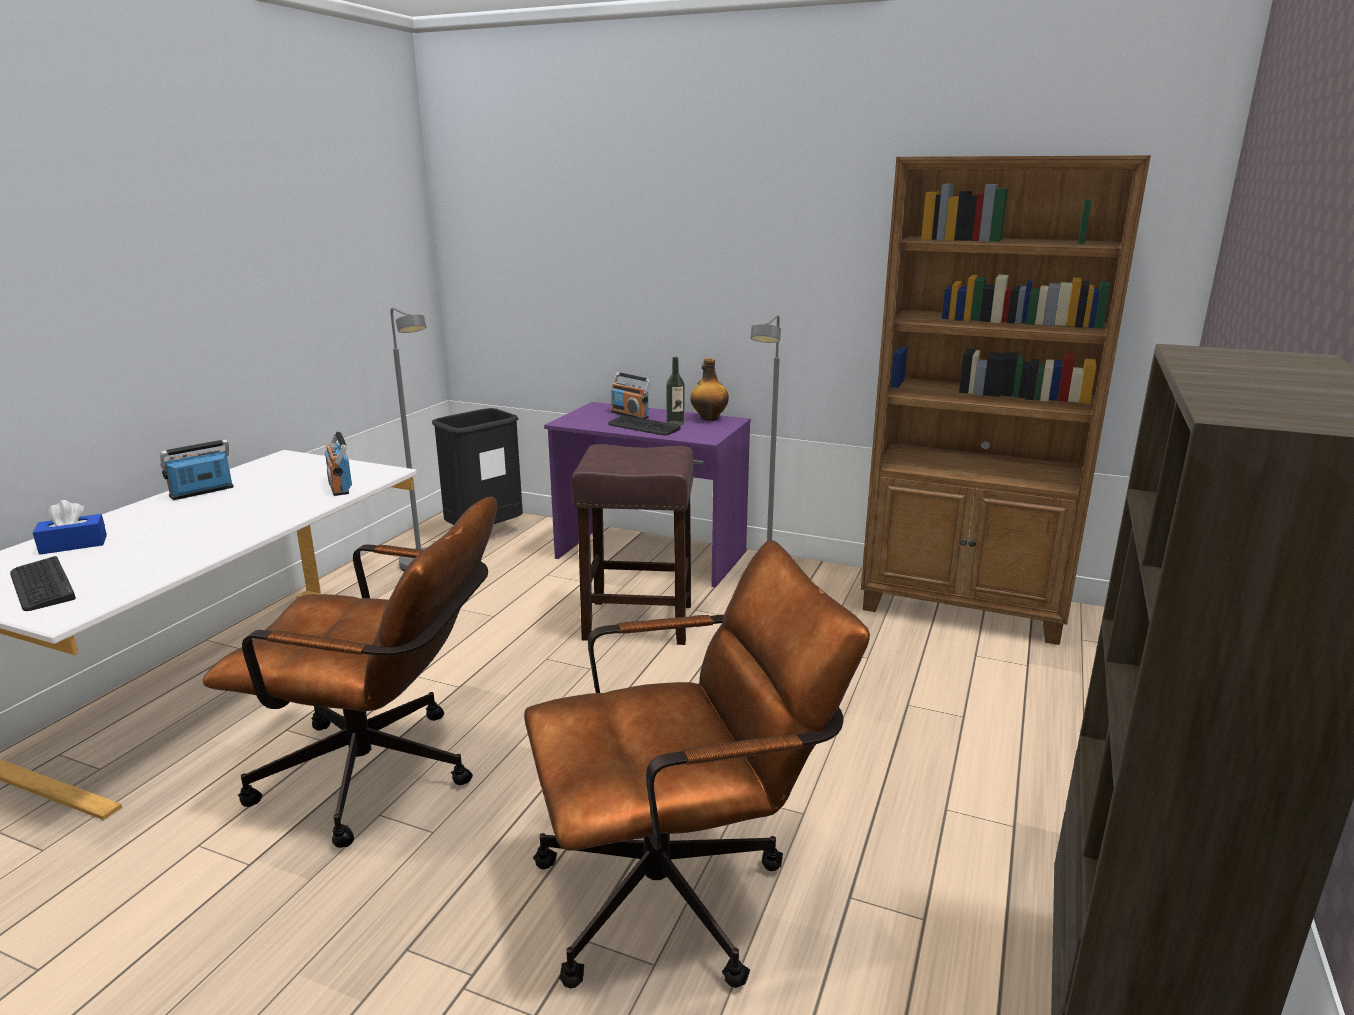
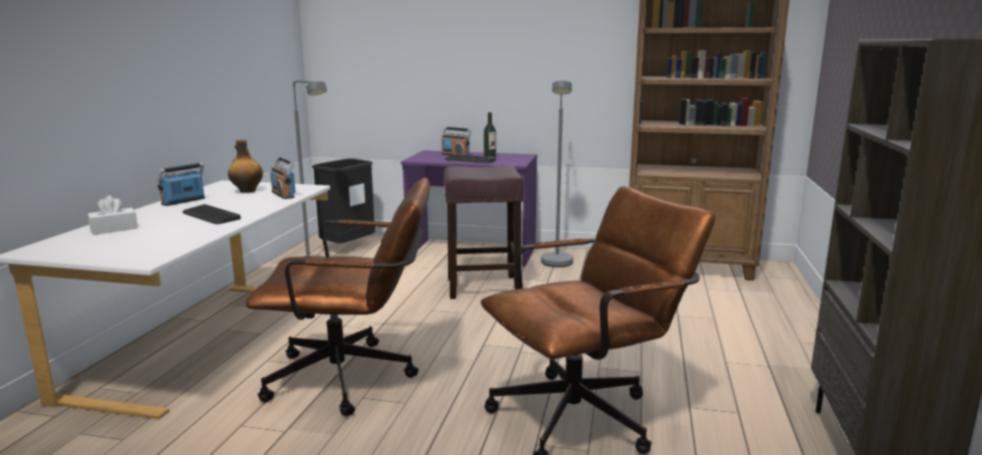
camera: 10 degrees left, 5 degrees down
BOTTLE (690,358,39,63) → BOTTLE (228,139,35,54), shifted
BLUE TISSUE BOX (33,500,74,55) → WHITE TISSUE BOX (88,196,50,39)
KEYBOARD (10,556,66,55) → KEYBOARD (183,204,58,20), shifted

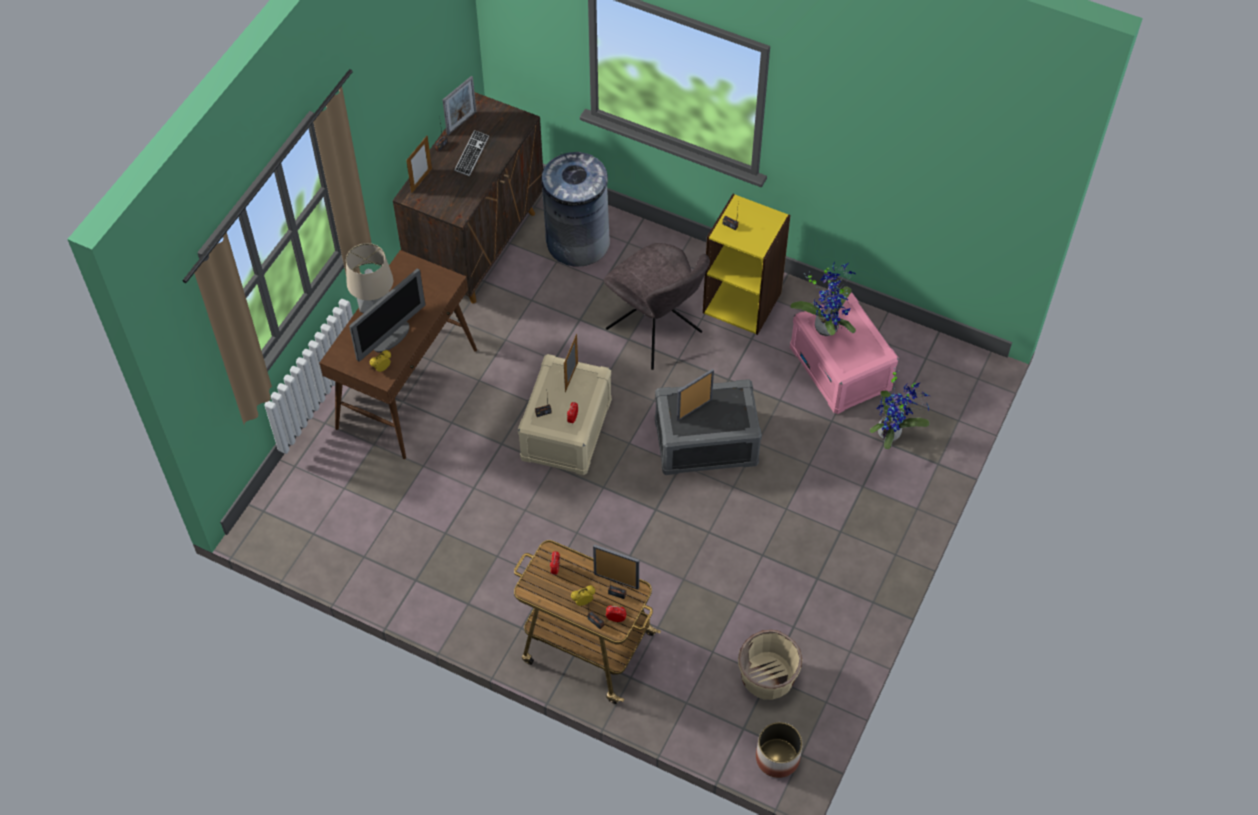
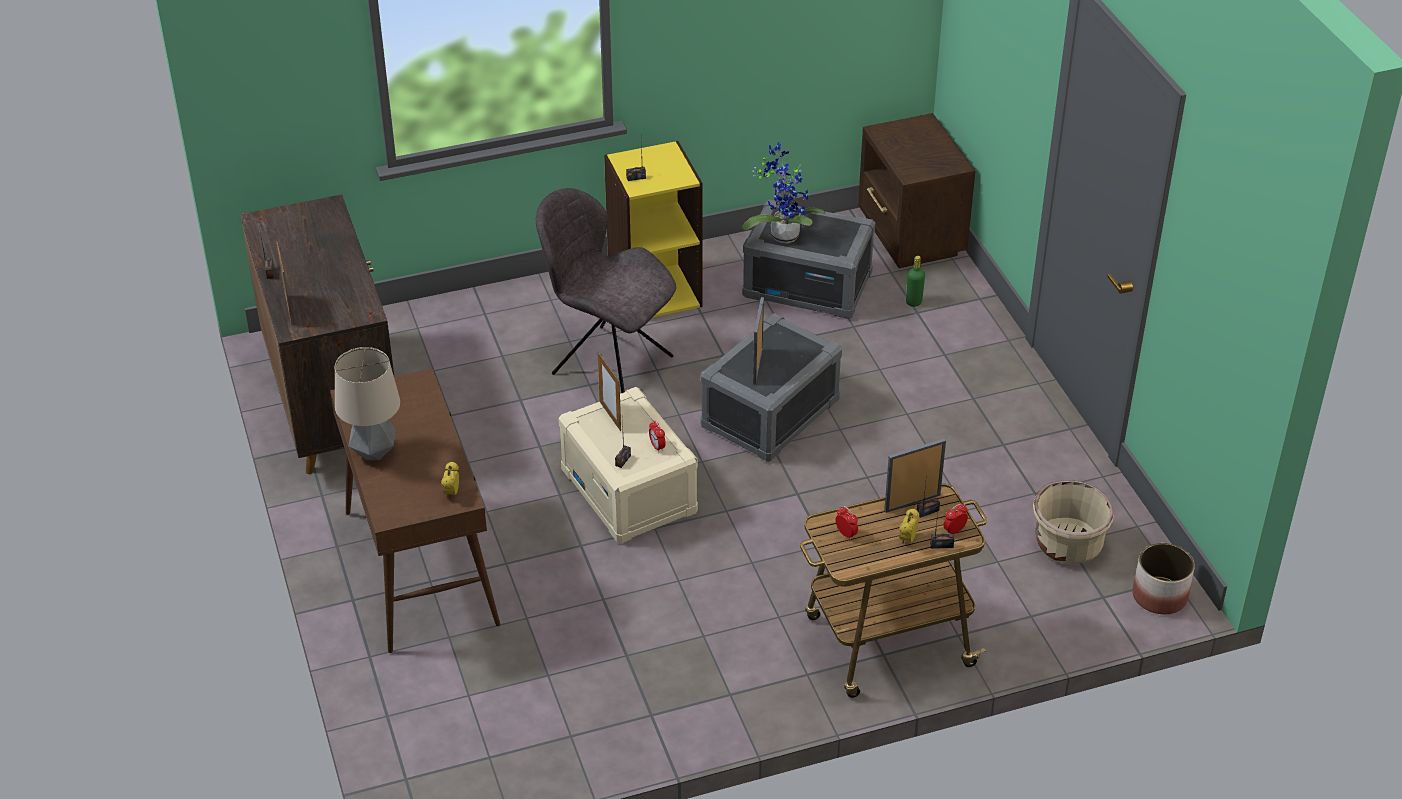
camera: 45 degrees left, 15 degrees down
PICTURE FRAME (442,76,34,59) → -
KEYBOARD (454,130,35,46) → -
GREY TRASH CAN (541,152,69,115) → -
GREY CHAIR (603,243,107,127) → GREY CHAIR (536,188,140,205), 150 degrees counterclockwise
MONITOR (349,268,77,94) → -
PINK STORAGE BOX (790,293,109,121) → GREY STORAGE BOX (742,200,133,119)
POTTED PLANT (870,367,60,82) → GREEN BOTTLE (906,256,19,51)
- → BROWN NIGHTSTAND (858,113,117,155)

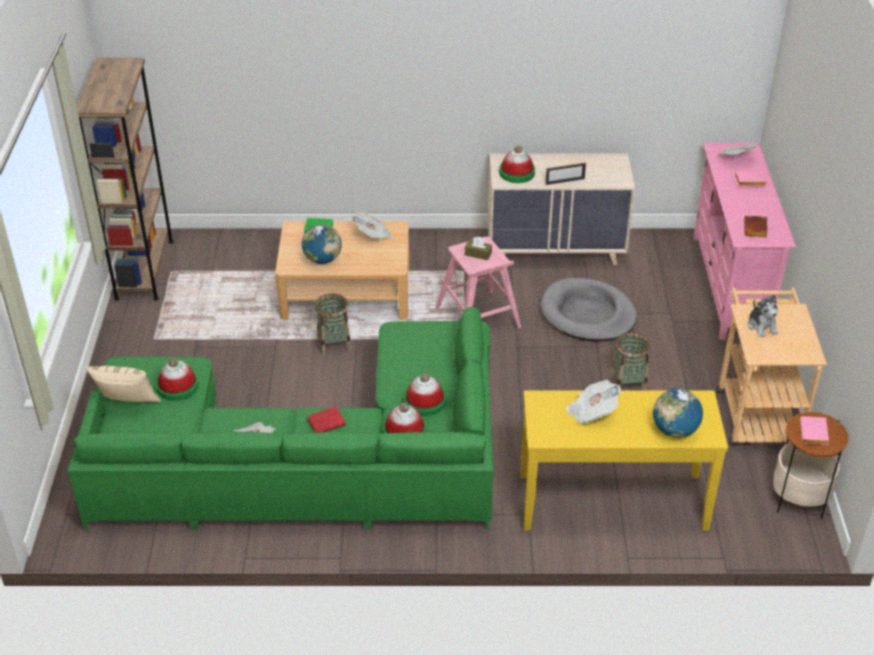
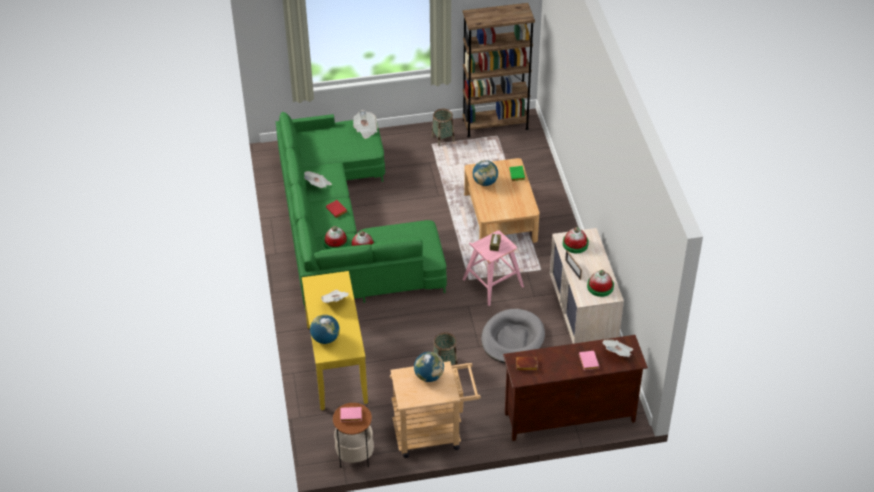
camera: 80 degrees right, 5 degrees up
PINK TV STAND (693,143,103,197) → BROWN TV STAND (503,335,145,106)
NEWSPAPER (351,212,43,28) → NEWSPAPER (353,110,25,29), shifted
BASKET (315,293,37,63) → BASKET (432,109,23,37), shifted
PLUSH TOY (748,294,30,44) → GLOBE (414,352,30,30)
HAT (156,358,43,43) → HAT (587,270,27,27), shifted
BEIGE PILLOW (86,366,75,36) → -

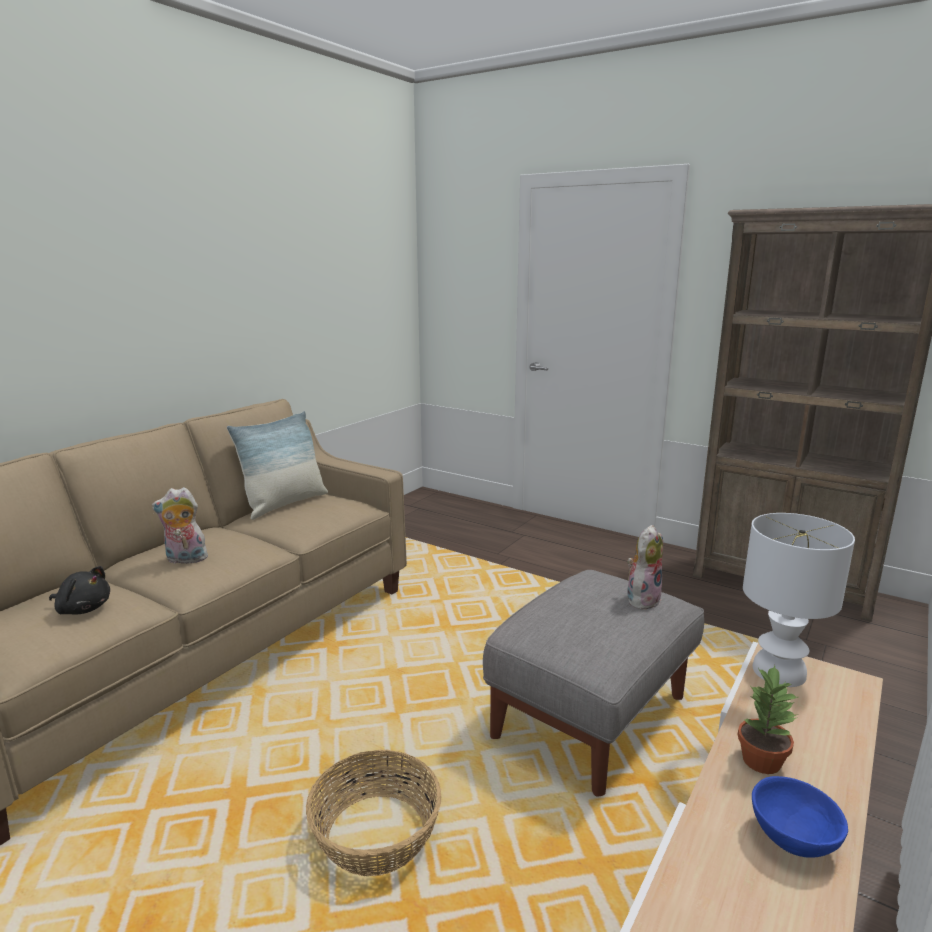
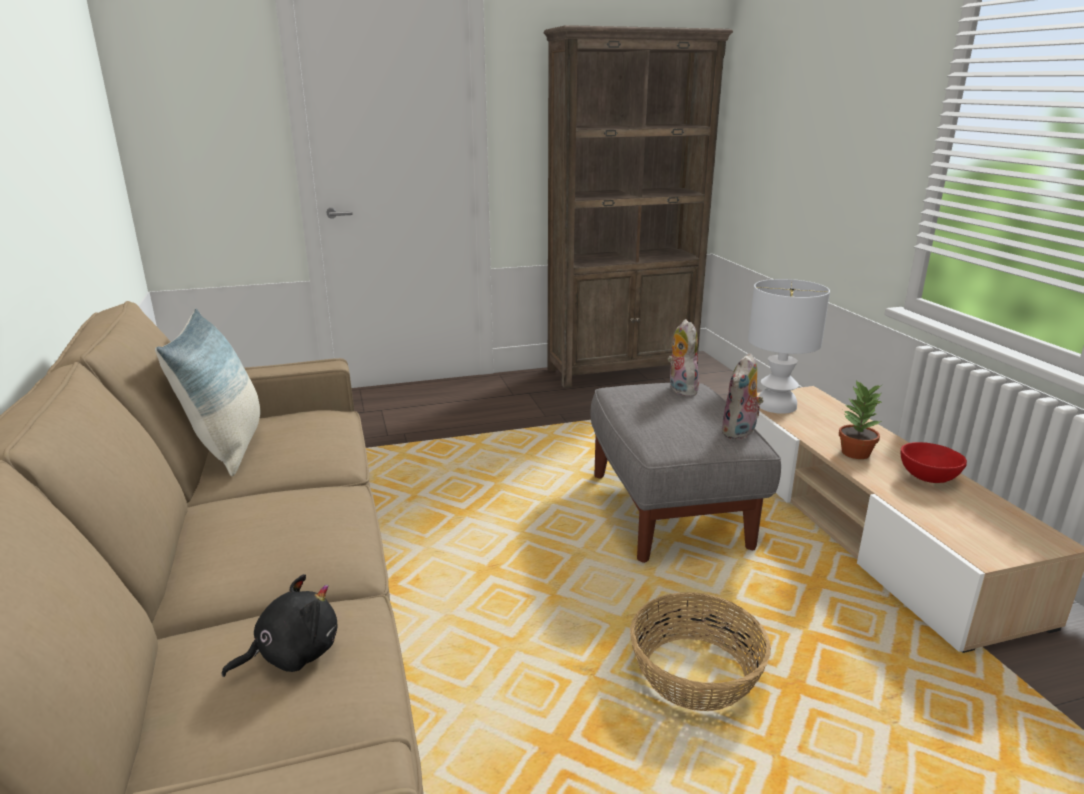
camera: 50 degrees left, 5 degrees up
PLUSH TOY (152,487,58,77) → PLUSH TOY (722,353,42,87), shifted
BLUE BOWL (752,776,96,82) → RED BOWL (901,442,66,41)

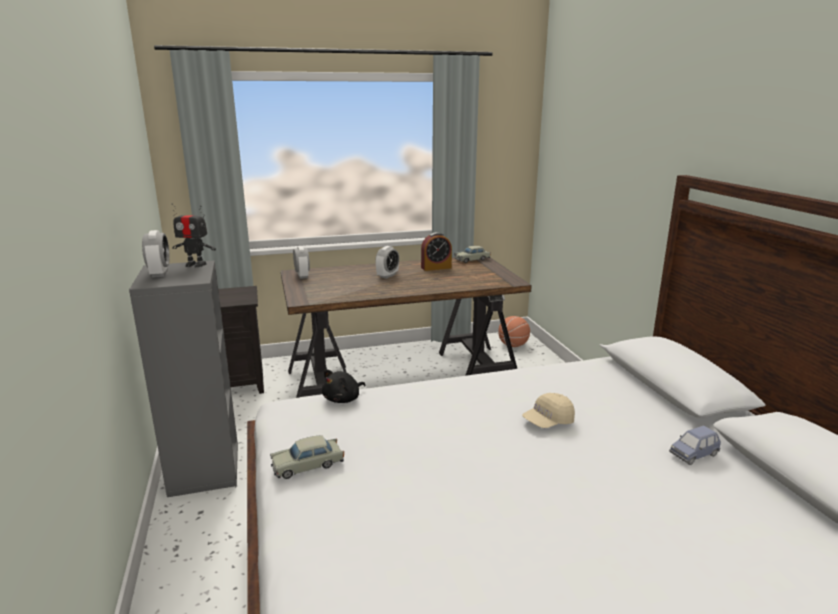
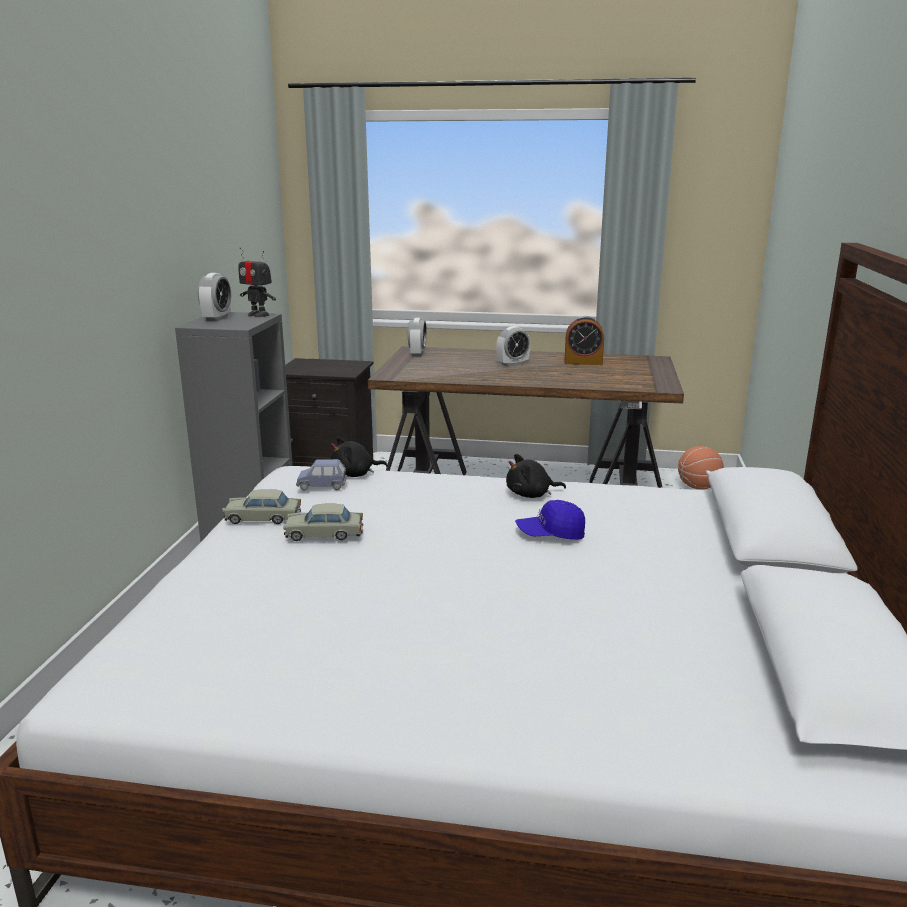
camera: 25 degrees right, 0 degrees up
BEIGE TOY CAR (454,246,37,17) → BEIGE TOY CAR (283,503,80,38), shifted
BEIGE CAP (522,393,53,35) → BLUE CAP (515,500,70,40)
BLUE TOY CAR (669,426,52,39) → BLUE TOY CAR (296,459,51,31), shifted
- → BLACK PLUSH TOY (506,454,60,44)

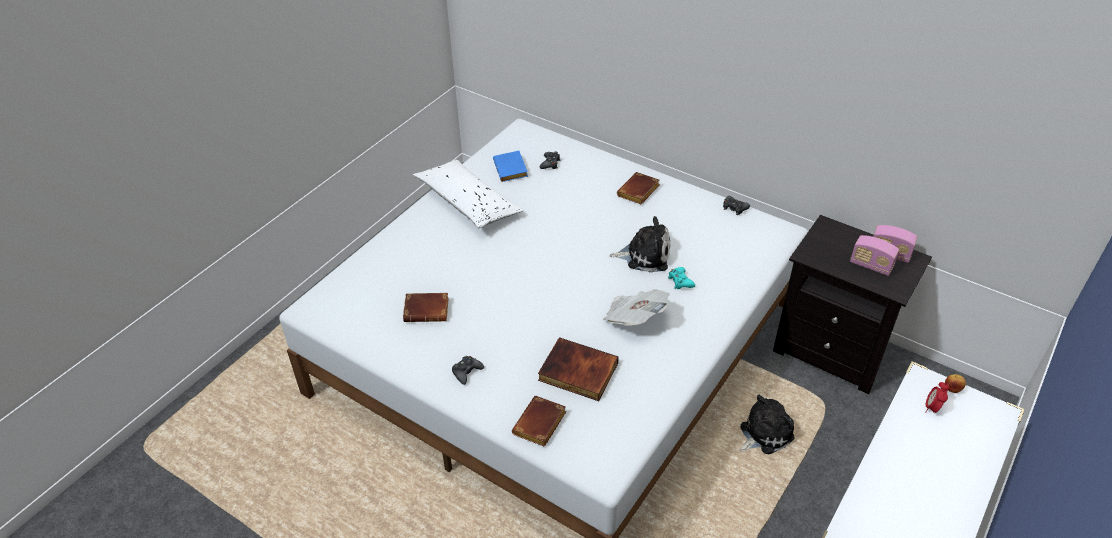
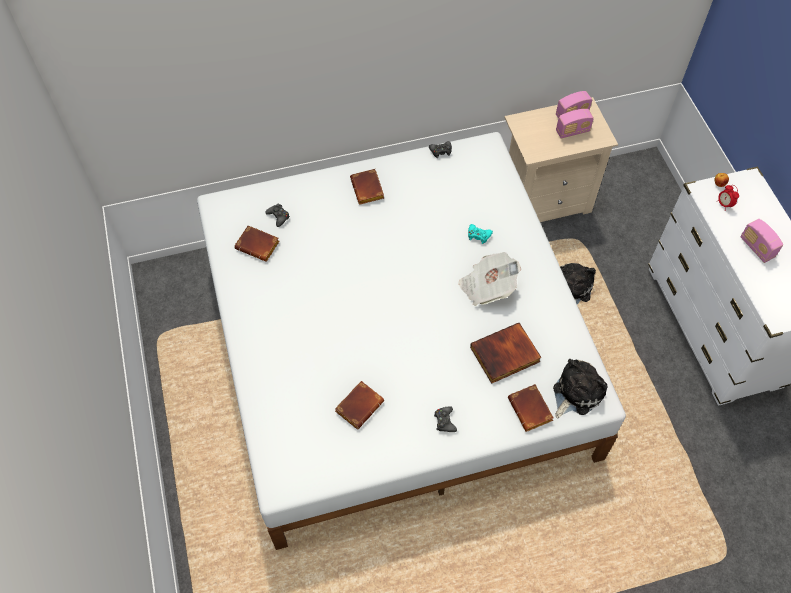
camera: 50 degrees left, 15 degrees up
BLUE BOOK (493,151,35,31) → BROWN BOOK (234,225,45,37)
WHITE PILLOW (413,160,111,68) → -
BLACK NIGHTSTAND (773,215,159,179) → BEIGE NIGHTSTAND (504,97,114,125)
PLUSH TOY (610,216,60,57) → PLUSH TOY (553,359,54,59), shifted
- → RADIO (740,219,43,44)

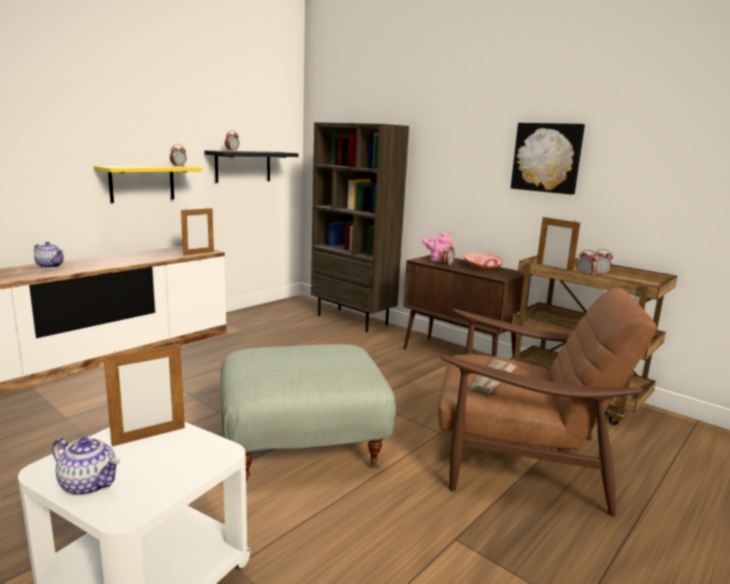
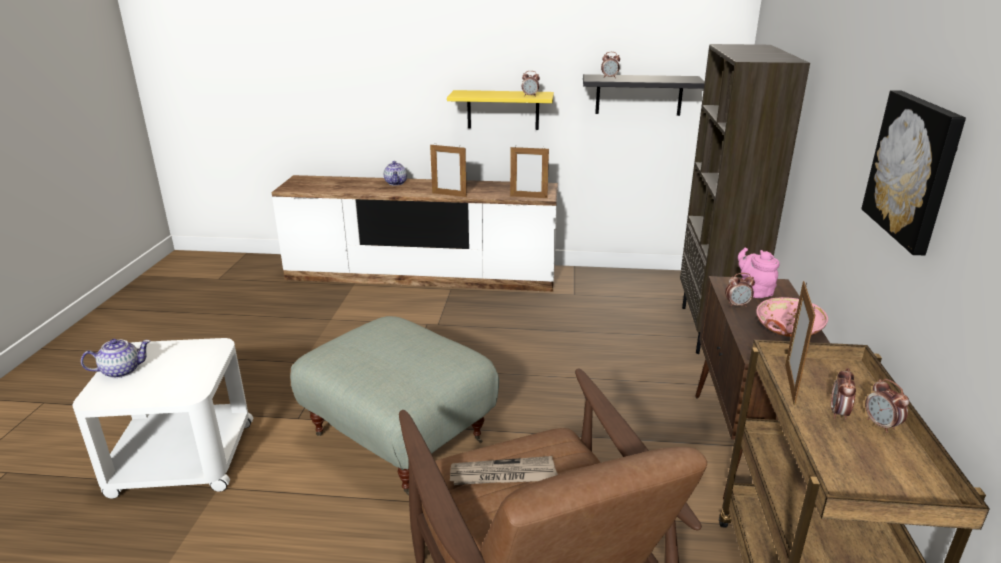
camera: 55 degrees right, 10 degrees up
PICTURE FRAME (104,342,81,104) → PICTURE FRAME (430,144,37,53), shifted
TEAPOT (52,437,68,59) → TEAPOT (81,339,69,39), 105 degrees counterclockwise

